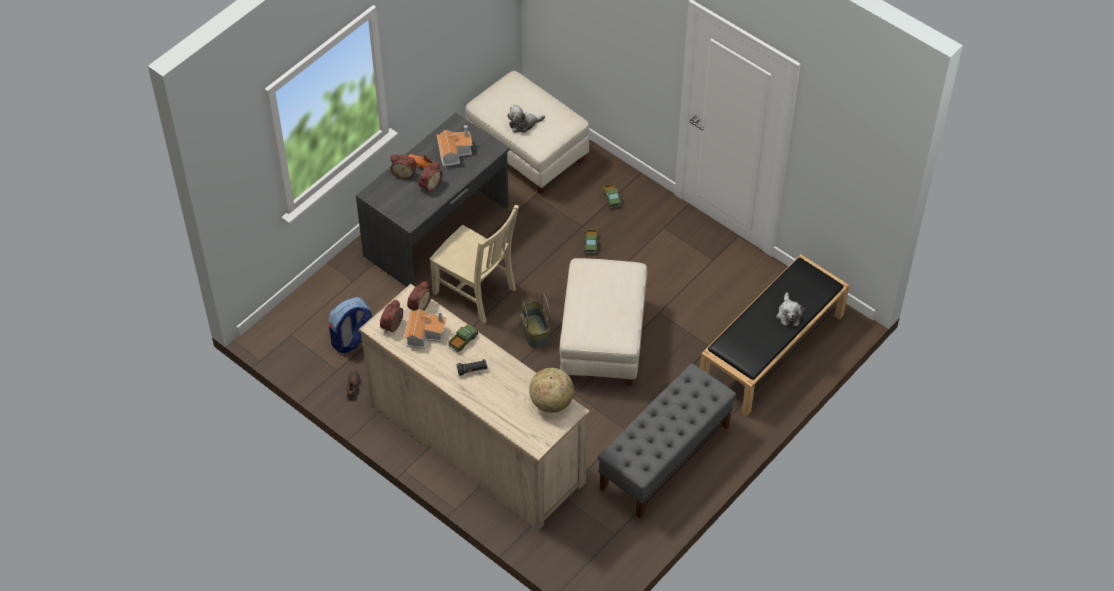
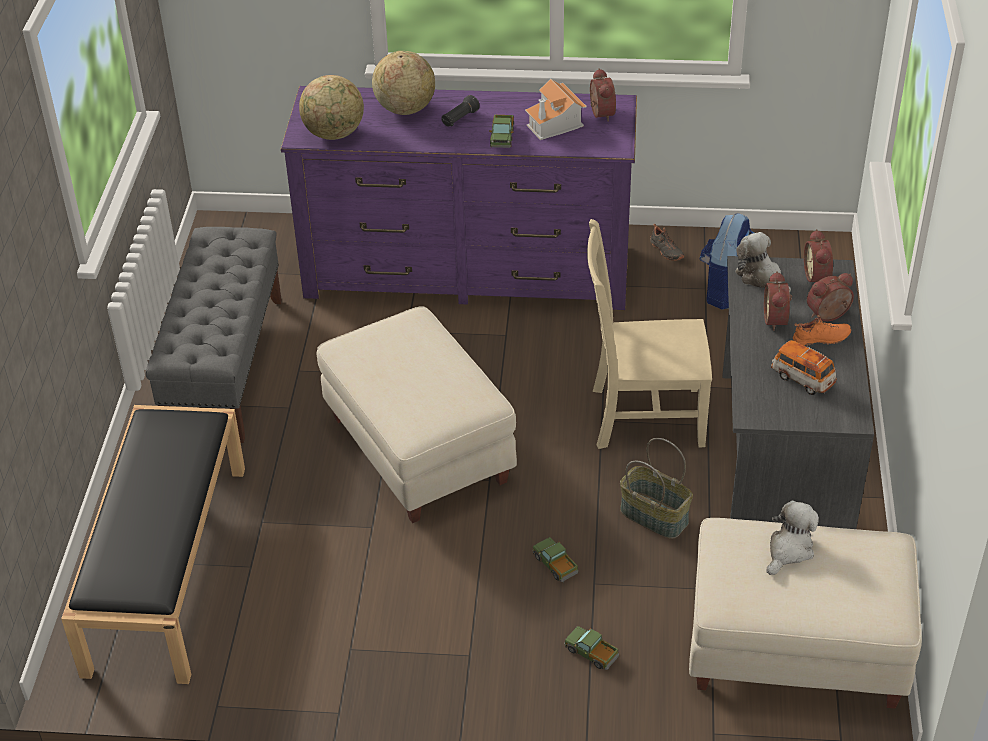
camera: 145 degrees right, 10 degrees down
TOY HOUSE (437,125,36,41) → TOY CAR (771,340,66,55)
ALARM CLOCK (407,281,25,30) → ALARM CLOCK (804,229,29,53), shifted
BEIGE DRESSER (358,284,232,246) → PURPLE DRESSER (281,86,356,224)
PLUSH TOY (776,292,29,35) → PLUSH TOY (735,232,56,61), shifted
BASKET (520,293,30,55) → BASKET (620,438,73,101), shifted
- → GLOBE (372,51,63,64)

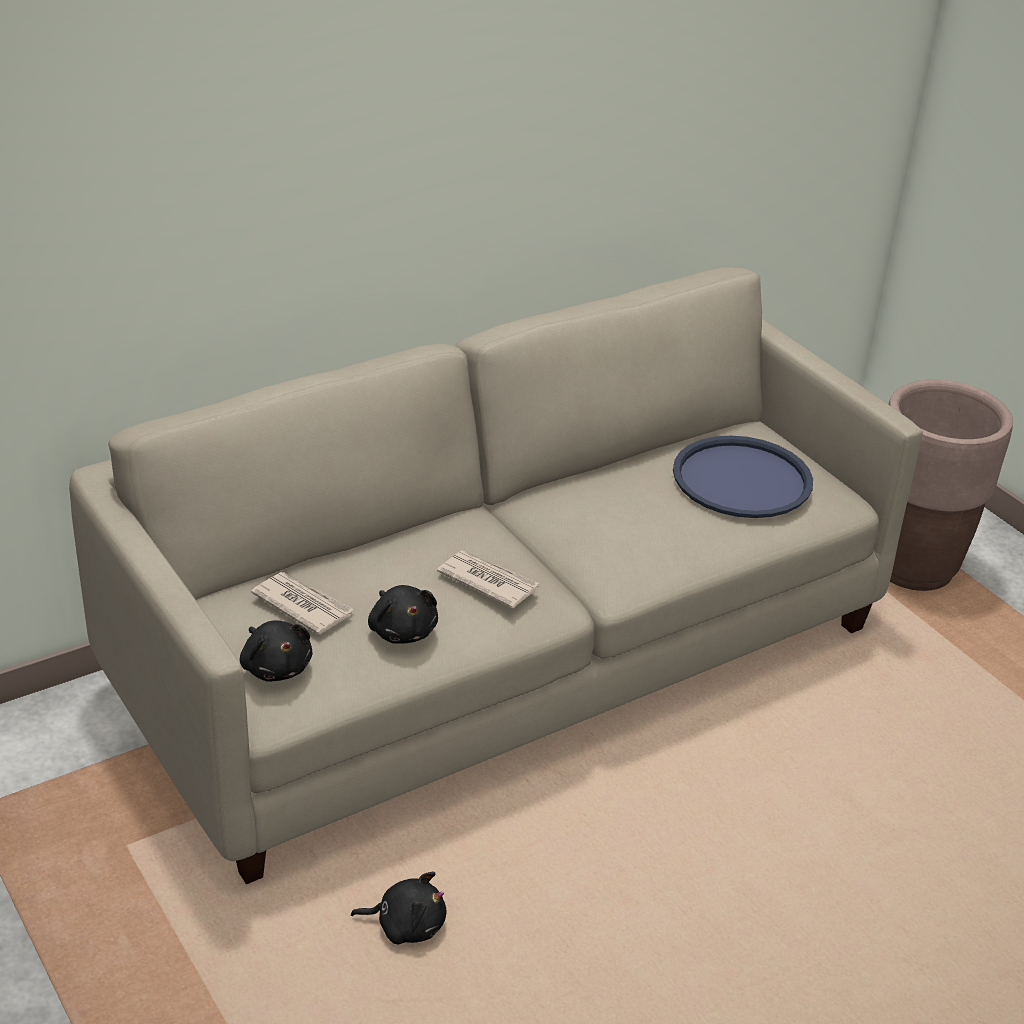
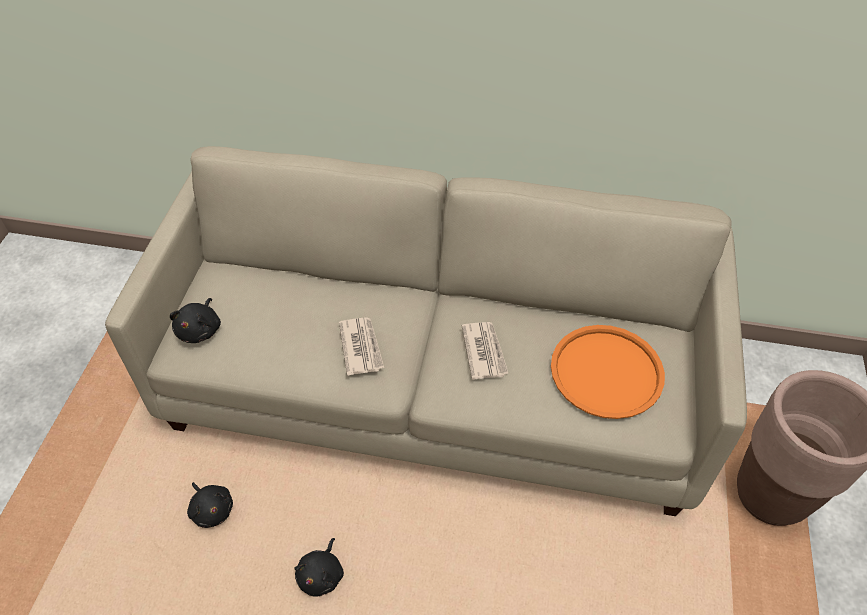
camera: 45 degrees right, 15 degrees up
BLUE TRAY (673,436,140,82) → ORANGE TRAY (551,325,114,94)
NEWSPAPER (251,572,103,63) → NEWSPAPER (462,322,47,58), shifted
BLACK PLUSH TOY (368,585,70,59) → BLACK PLUSH TOY (294,538,50,58), shifted

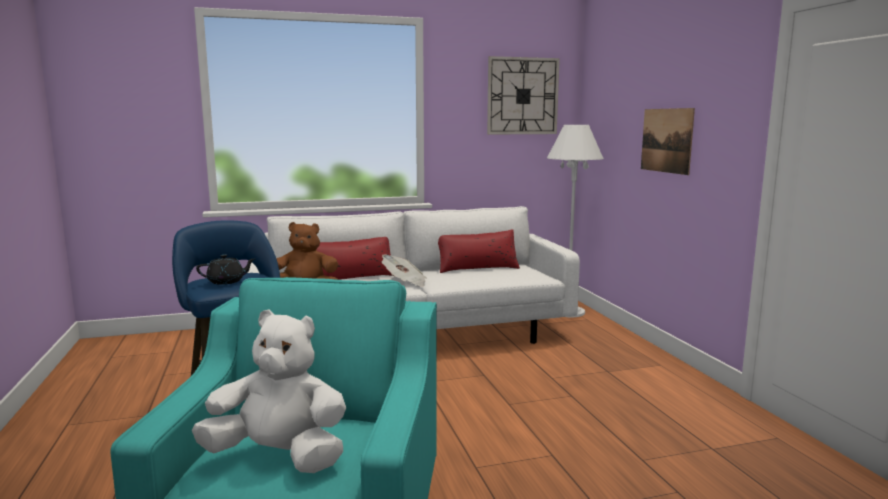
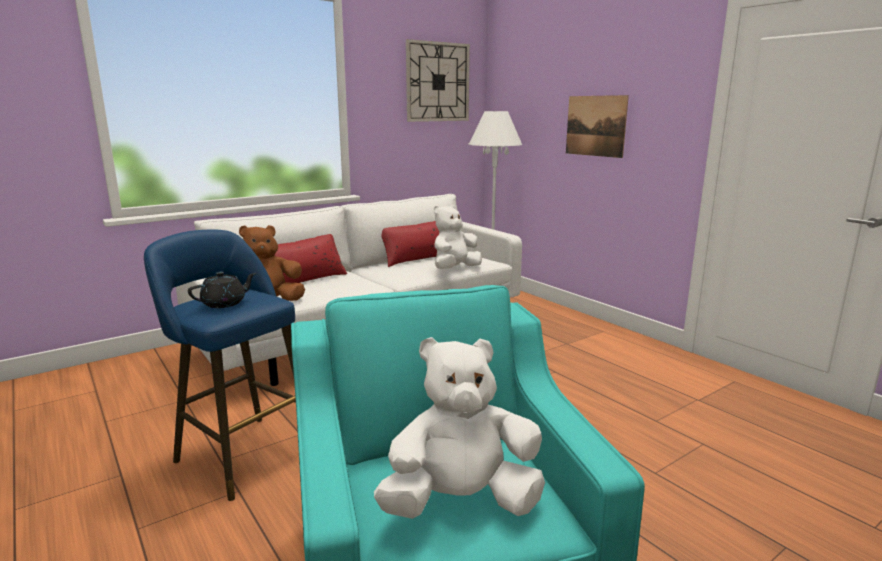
camera: 20 degrees left, 5 degrees up
NEWSPAPER (382,254,45,33) → -
- → WHITE PLUSH TOY (434,205,48,64)

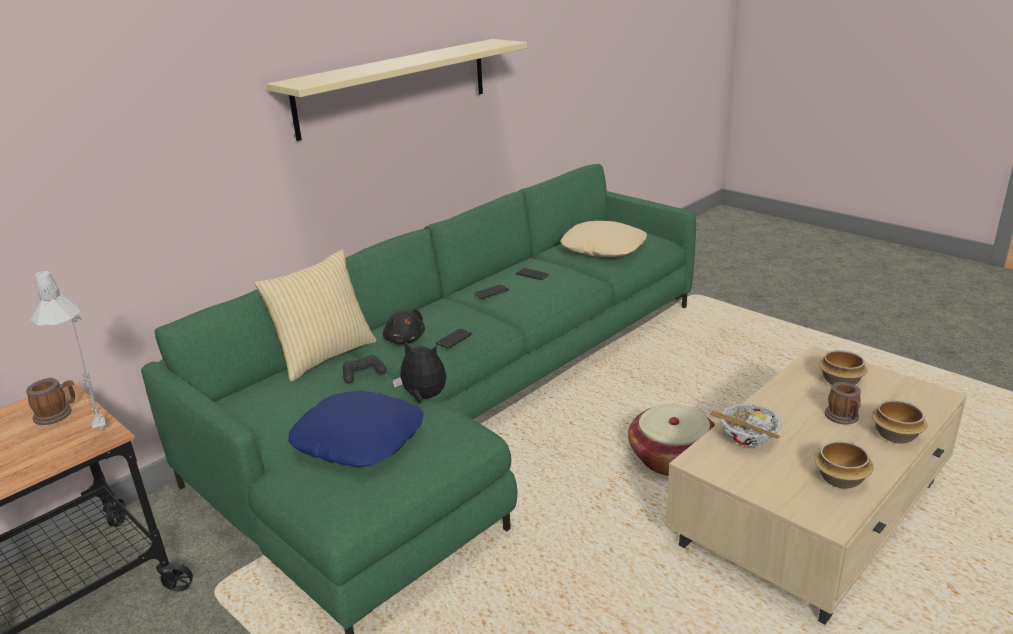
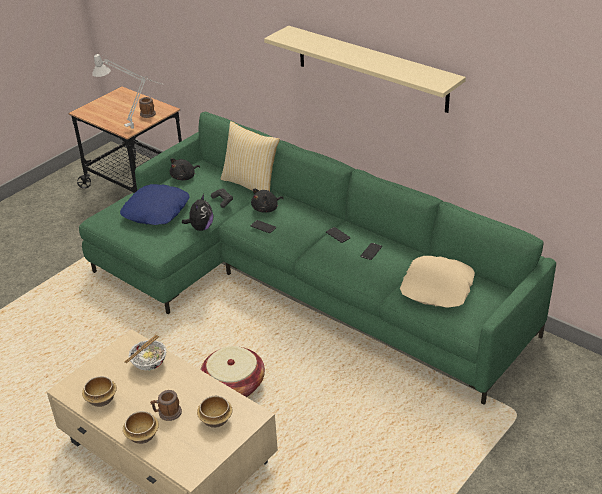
camera: 85 degrees right, 10 degrees up
- → BLACK PLUSH TOY (170,158,30,22)

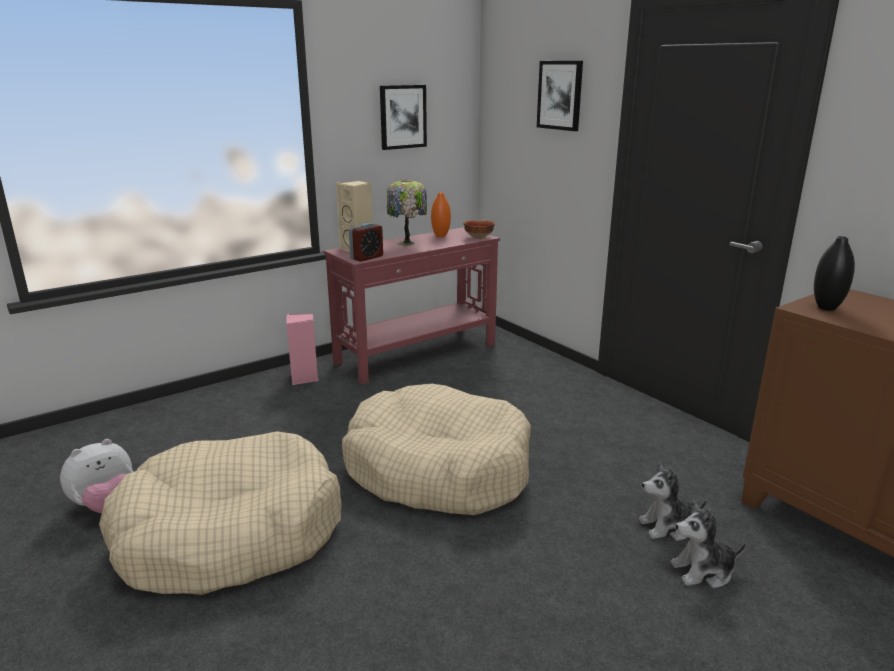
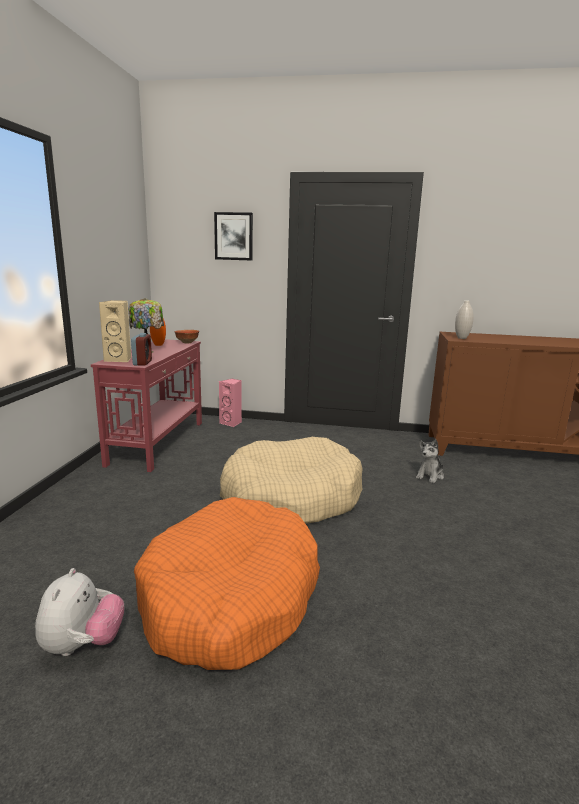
camera: 45 degrees left, 5 degrees down
PICTURE (380,85,47,65) → -
BLACK VASE (814,236,41,75) → WHITE VASE (455,300,19,39)
PINK SPEAKER (286,314,32,71) → PINK SPEAKER (219,379,23,48), shifted
BEIGE DOG BED (99,431,242,164) → ORANGE DOG BED (134,497,186,173)
PLUSH TOY (670,501,76,87) → -

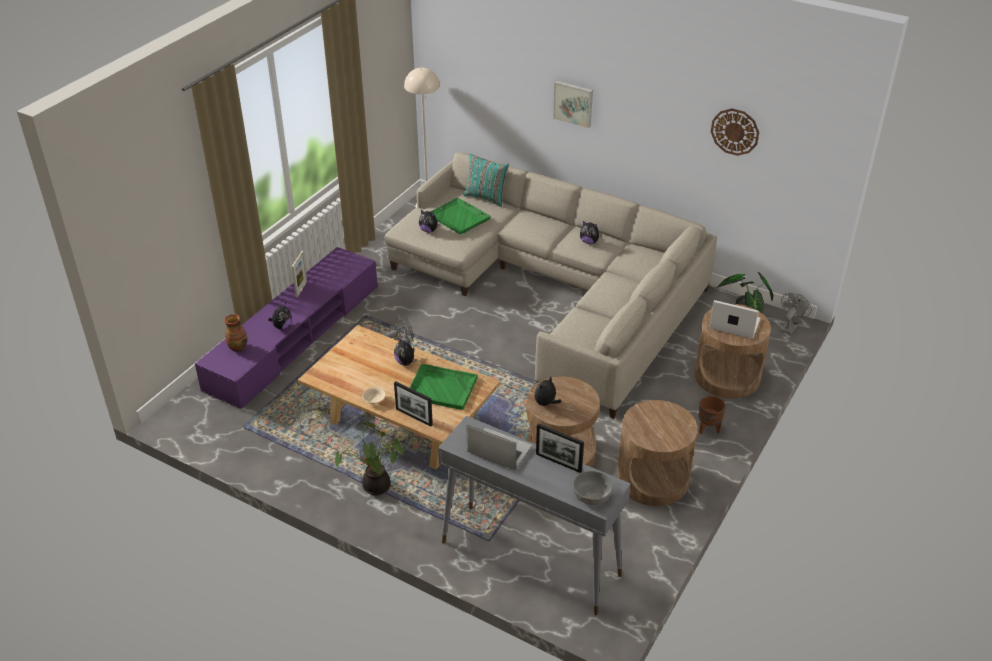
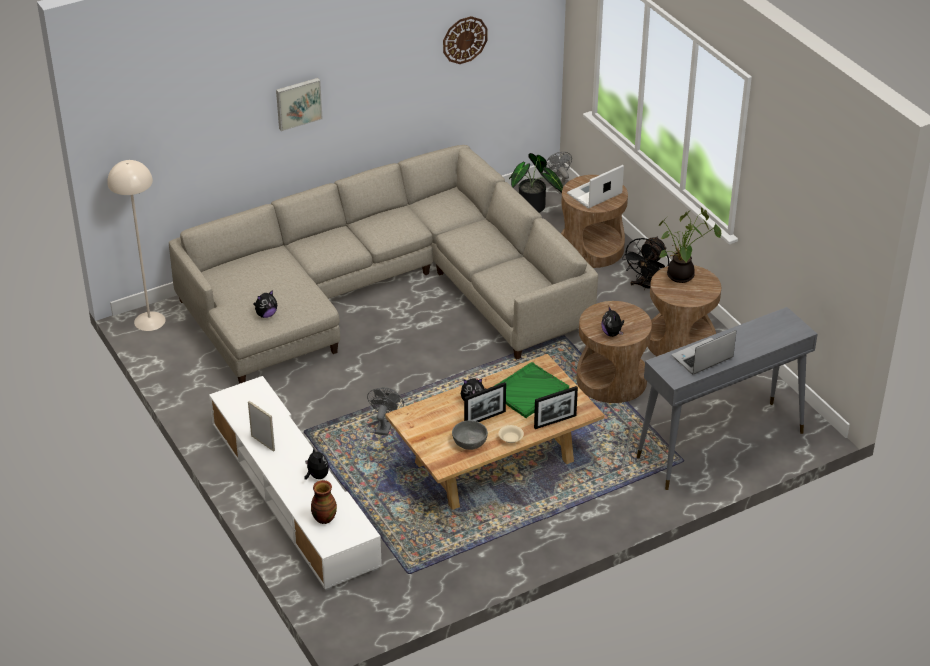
camera: 60 degrees left, 0 degrees up
TURQUOISE PILLOW (463,154,46,53) → -
GREEN TRAY (430,197,61,38) → -
PLUSH TOY (580,221,22,23) → -
PURPLE TV STAND (195,247,183,163) → WHITE TV STAND (209,376,173,215)
BROWN PLANTER (699,396,27,38) → BLACK FAN (622,236,47,54)
POTTED PLANT (335,422,68,73) → POTTED PLANT (658,207,63,76), shifted
PICTURE FRAME (536,423,48,50) → PICTURE FRAME (464,382,42,40), shifted
GREY BOWL (573,471,40,34) → GREY BOWL (452,420,36,30), shifted

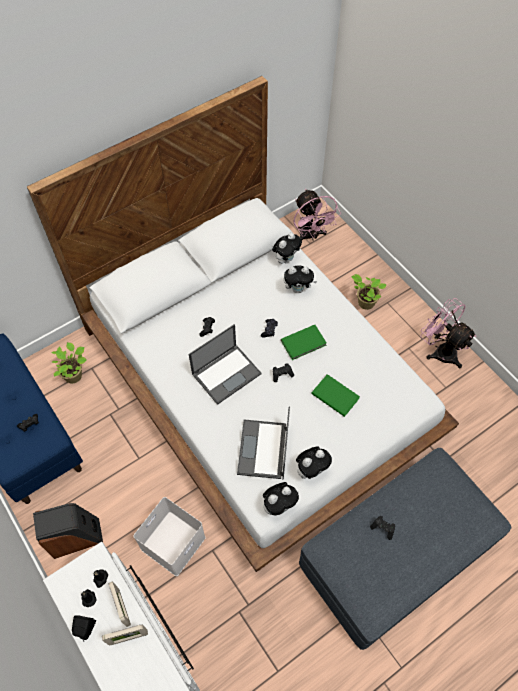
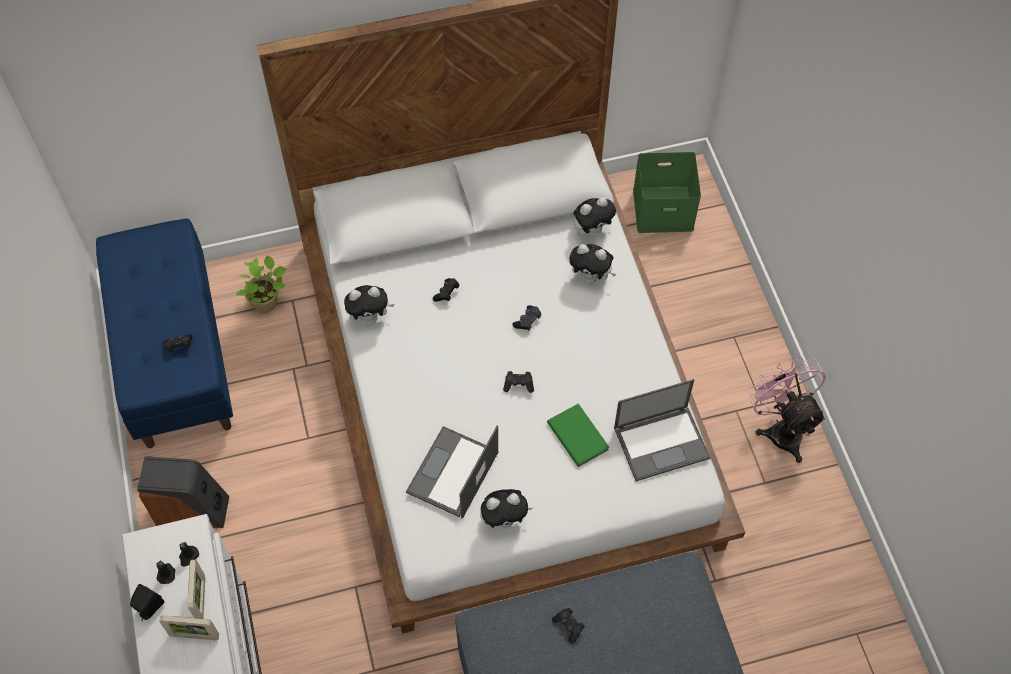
camera: 20 degrees right, 0 degrees up
PINK FAN (294,189,47,52) → GREEN STORAGE BOX (633,152,68,81)
POTTED PLANT (351,274,36,36) → -
LAPTOP (189,324,73,81) → LAPTOP (614,379,97,102), shifted
GREEN BOOK (281,325,46,35) → -
PLUSH TOY (263,482,36,34) → PLUSH TOY (344,285,50,39), shifted
WHITE STORAGE BOX (133,497,73,79) → -

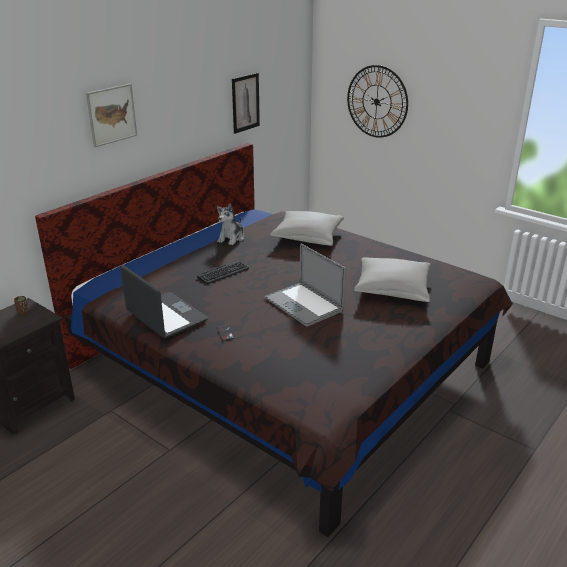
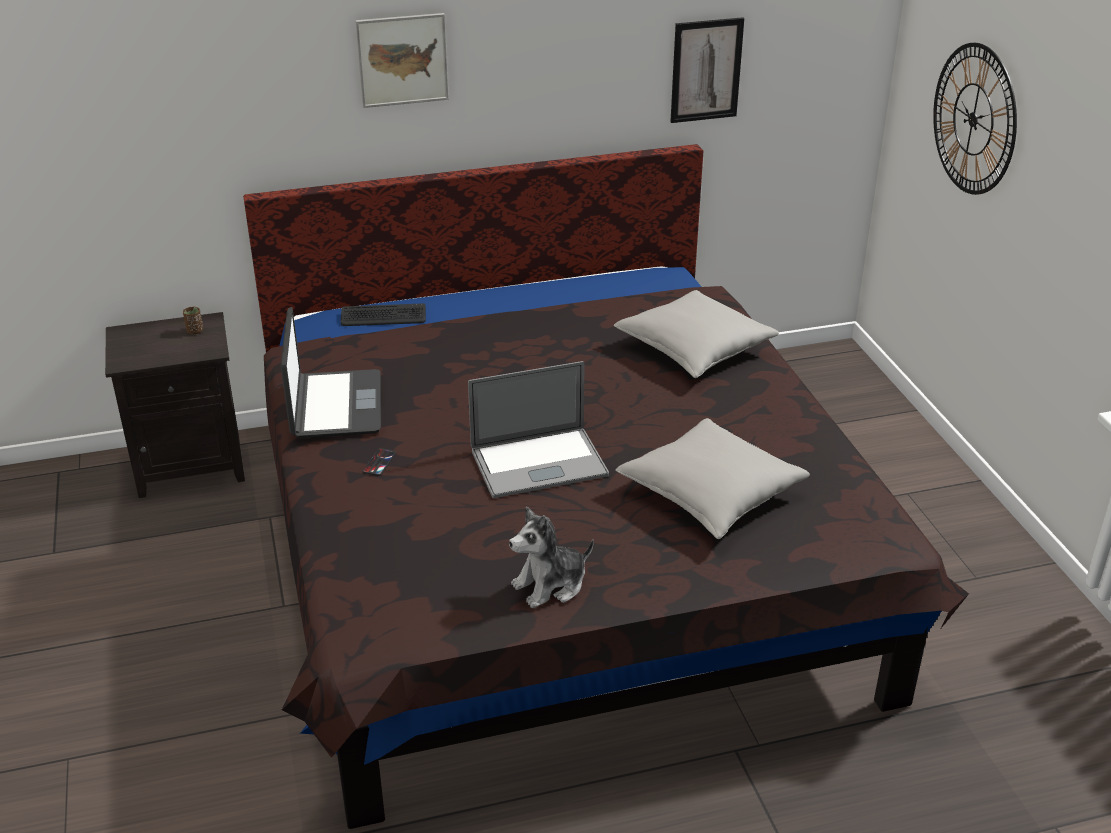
camera: 35 degrees right, 5 degrees up
PLUSH TOY (217,203,27,42) → PLUSH TOY (509,507,85,101), shifted
LAPTOP (265,243,81,84) → LAPTOP (468,361,141,137), 105 degrees counterclockwise
KEYBOARD (197,260,52,24) → KEYBOARD (341,303,85,23), shifted

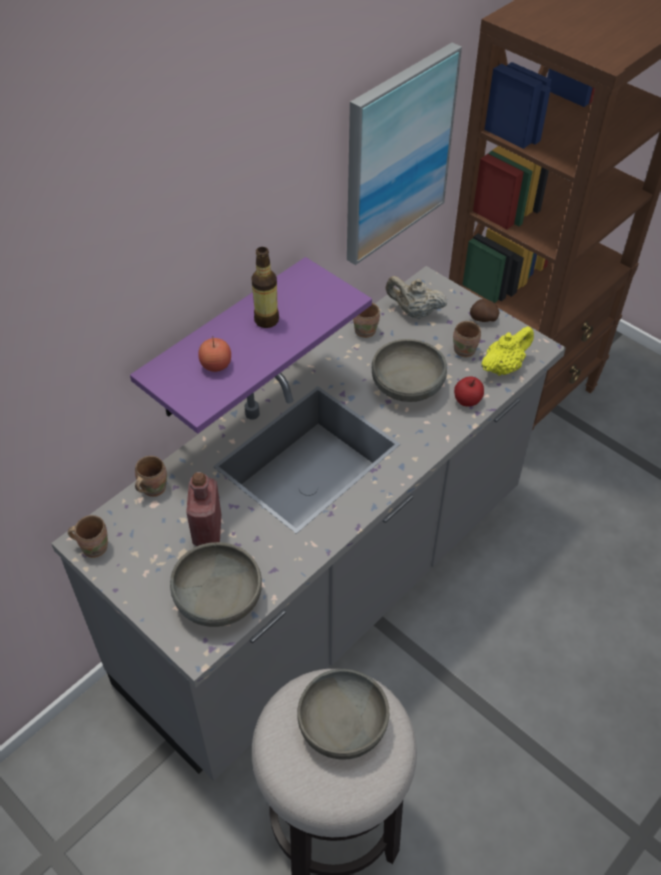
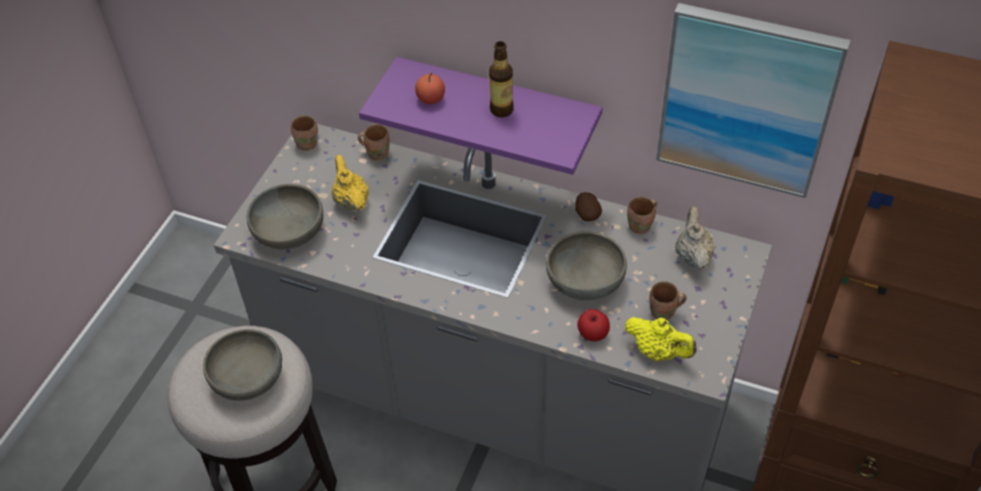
camera: 70 degrees right, 0 degrees up
POTATO (470,299,29,23) → POTATO (575,192,27,29), shifted
RED BOTTLE (186,472,35,74) → YELLOW TEAPOT (331,155,37,56)

